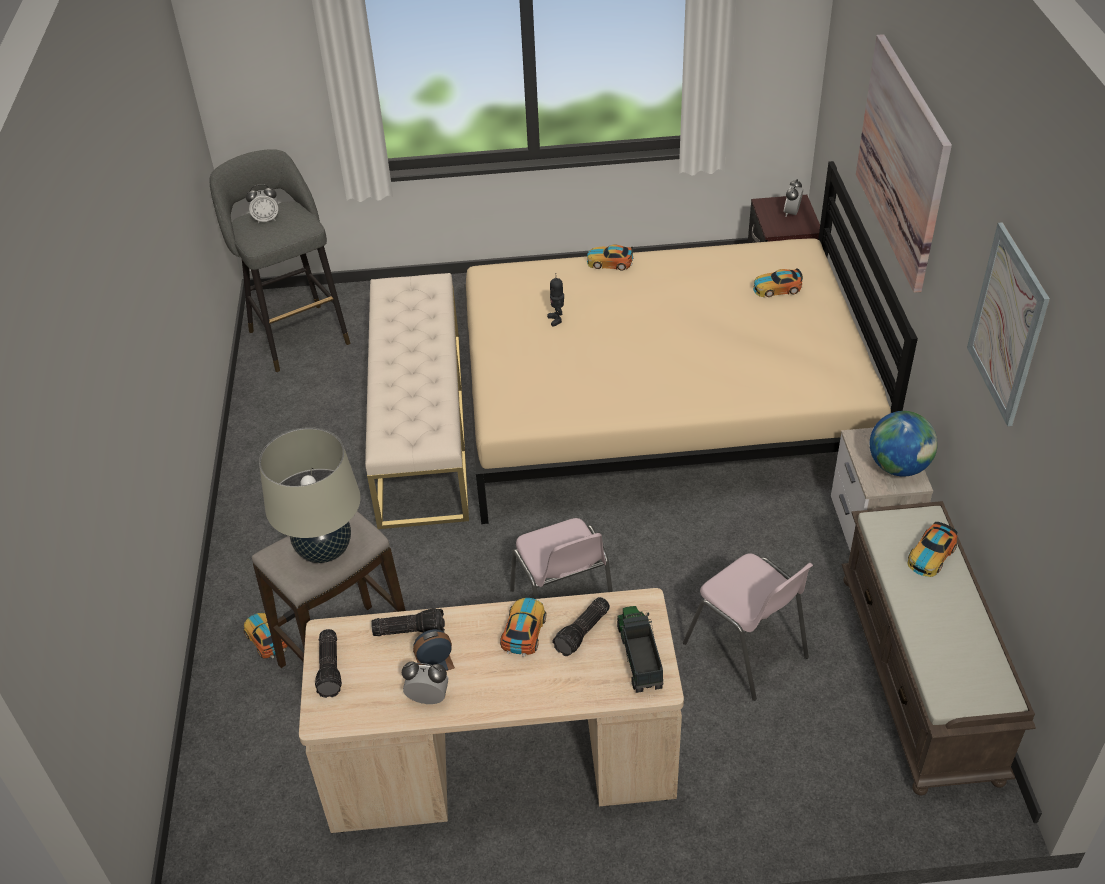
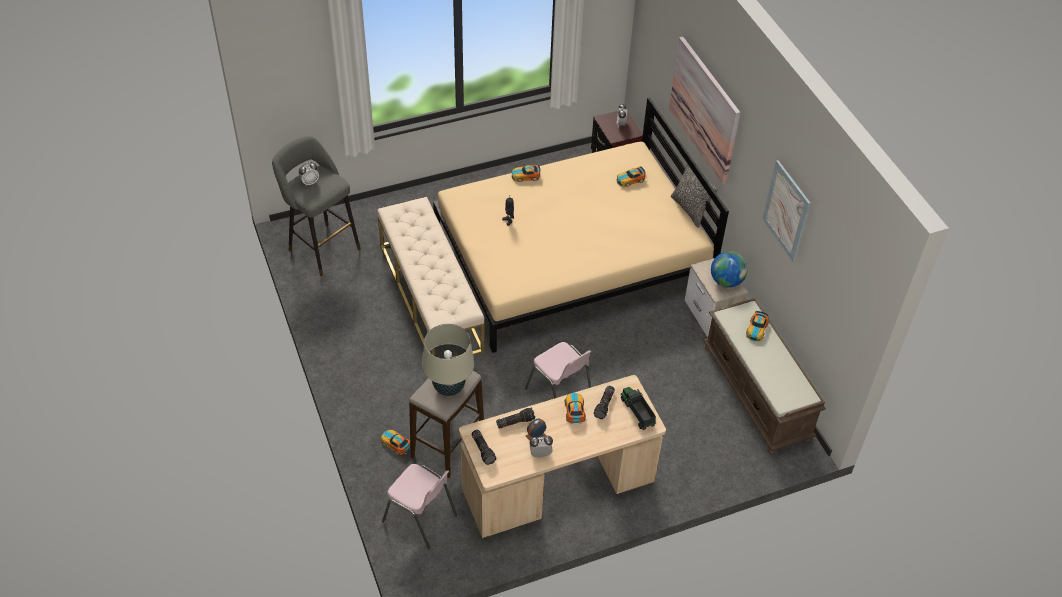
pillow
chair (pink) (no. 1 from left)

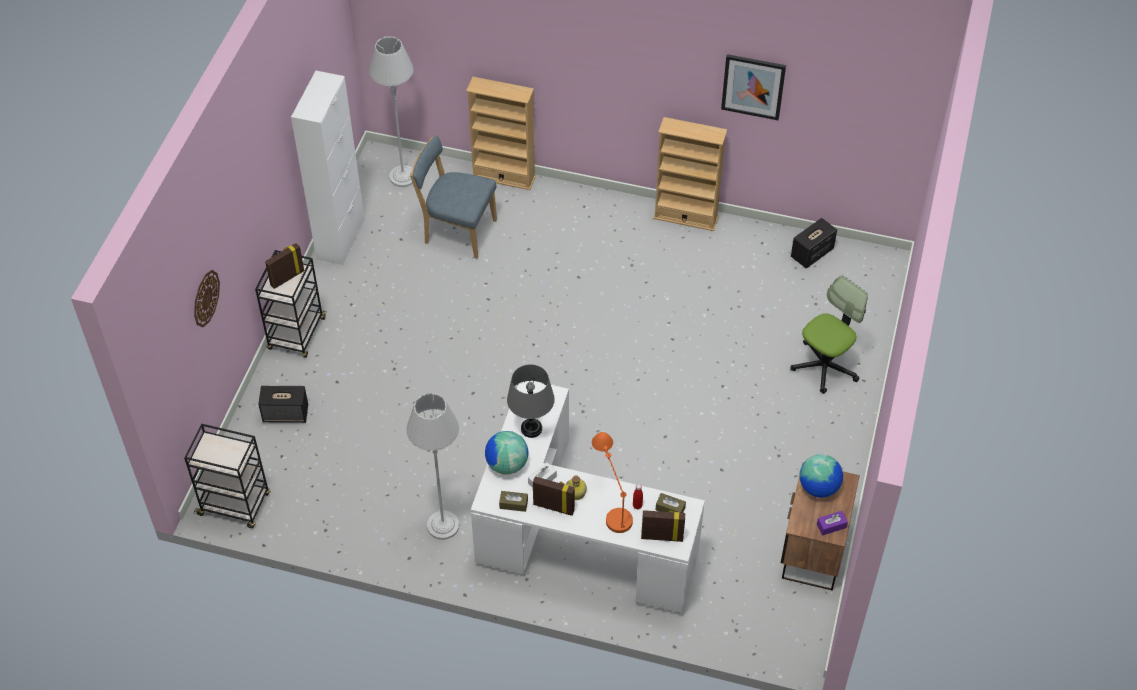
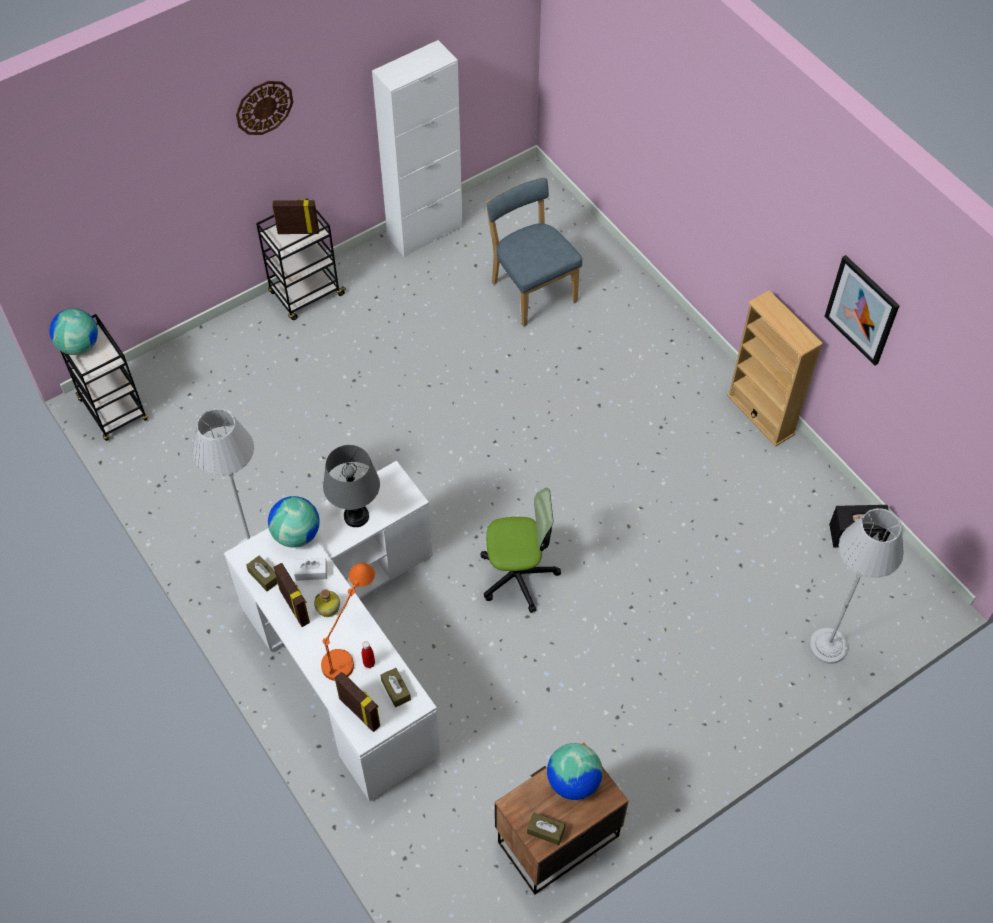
speaker (no. 1 from left in the first image)
bookcase (beige) (no. 1 from left in the first image)
globe (no. 1 from left)
wall clock
floor lamp (grey) (no. 2 from left)
office chair
tissue box (brown) (no. 3 from left)

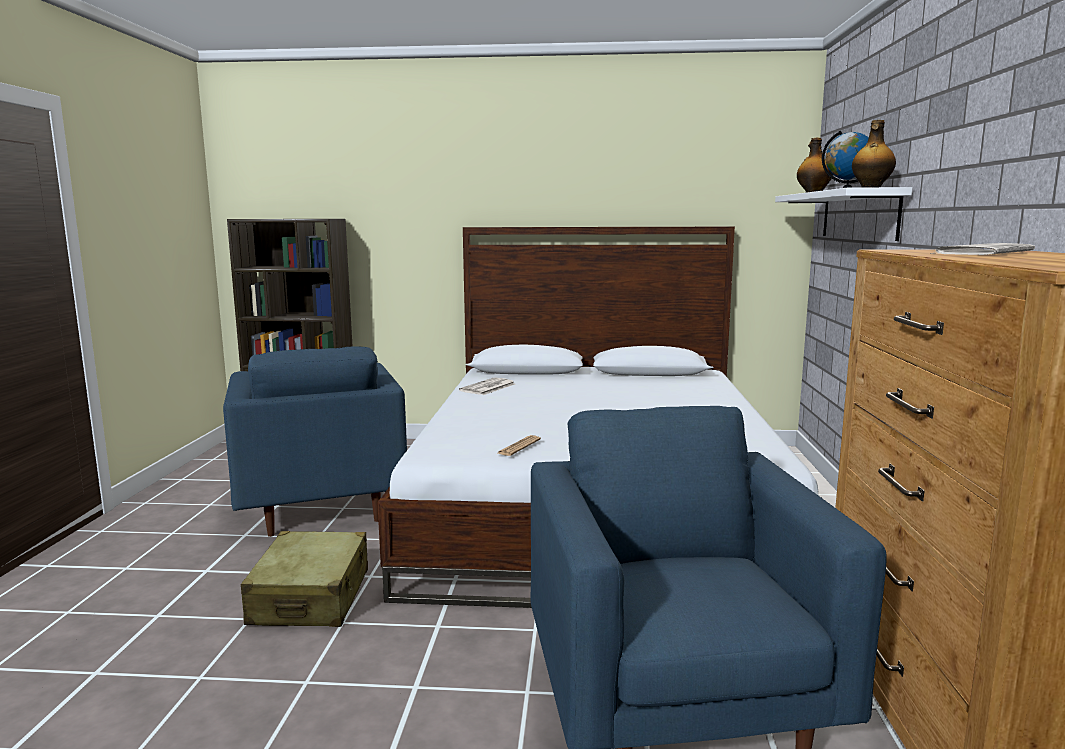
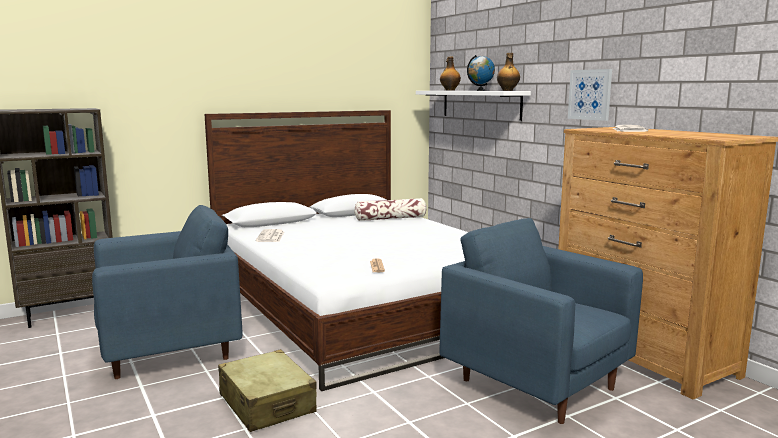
pillow
picture
armchair (blue) (no. 1 from left)

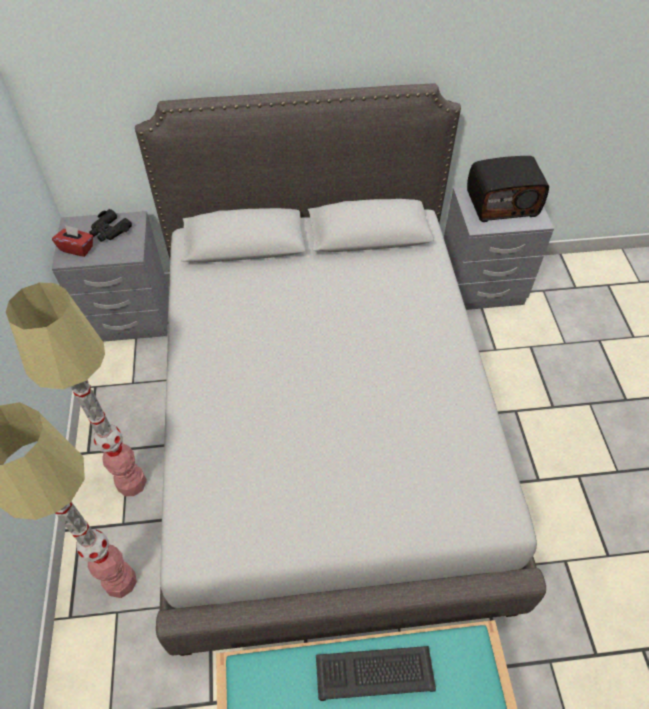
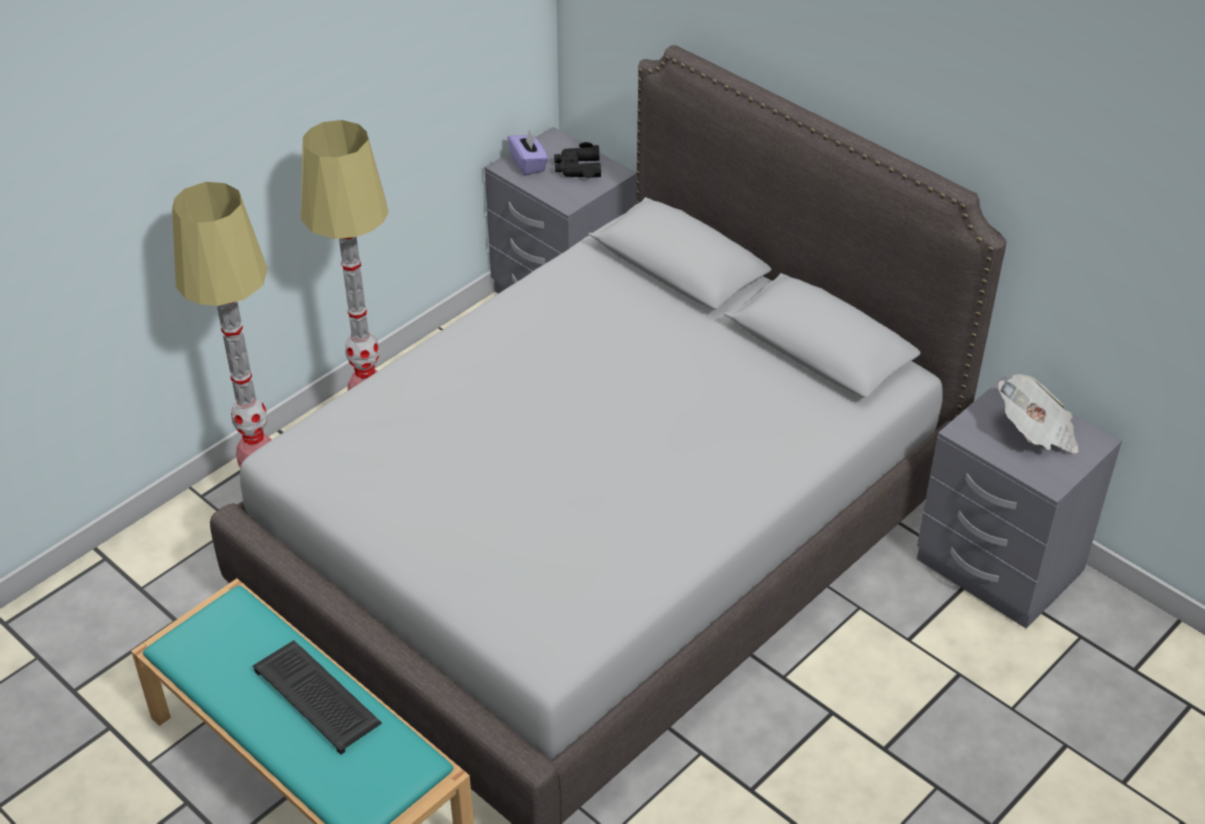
newspaper
tissue box (purple)

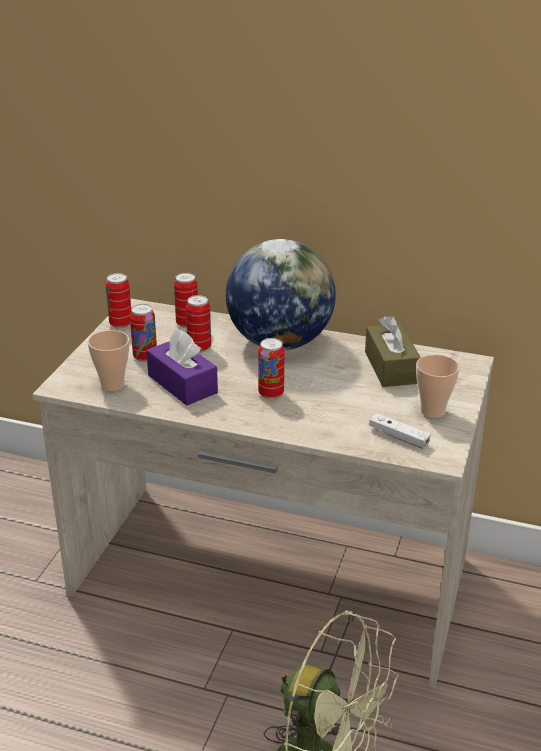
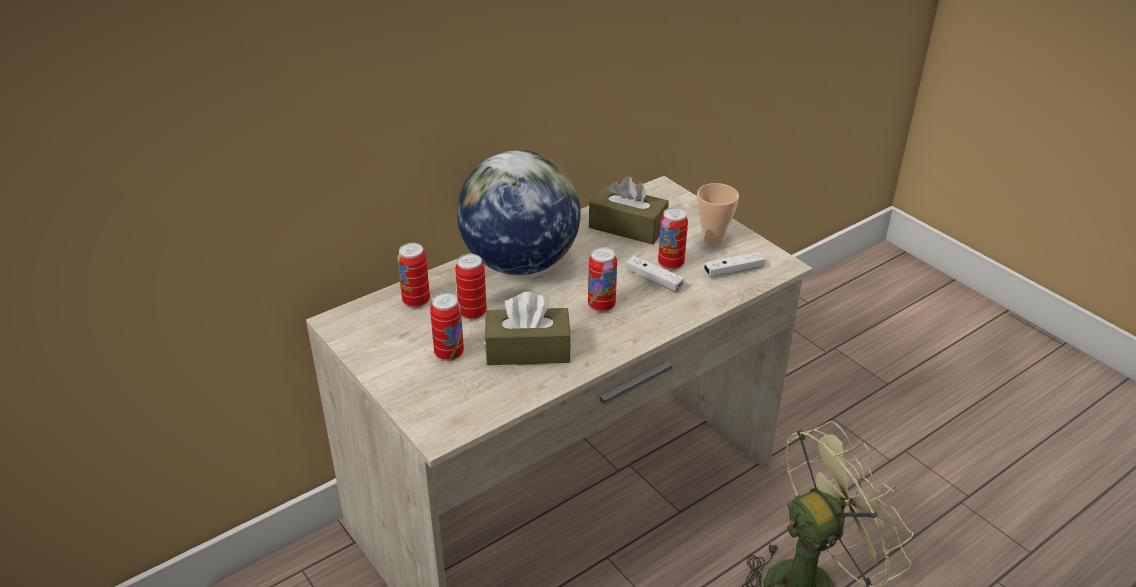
cup (no. 1 from left in the first image)
game controller (white) (no. 1 from left)
can (no. 5 from left)
tissue box (brown) (no. 1 from left)

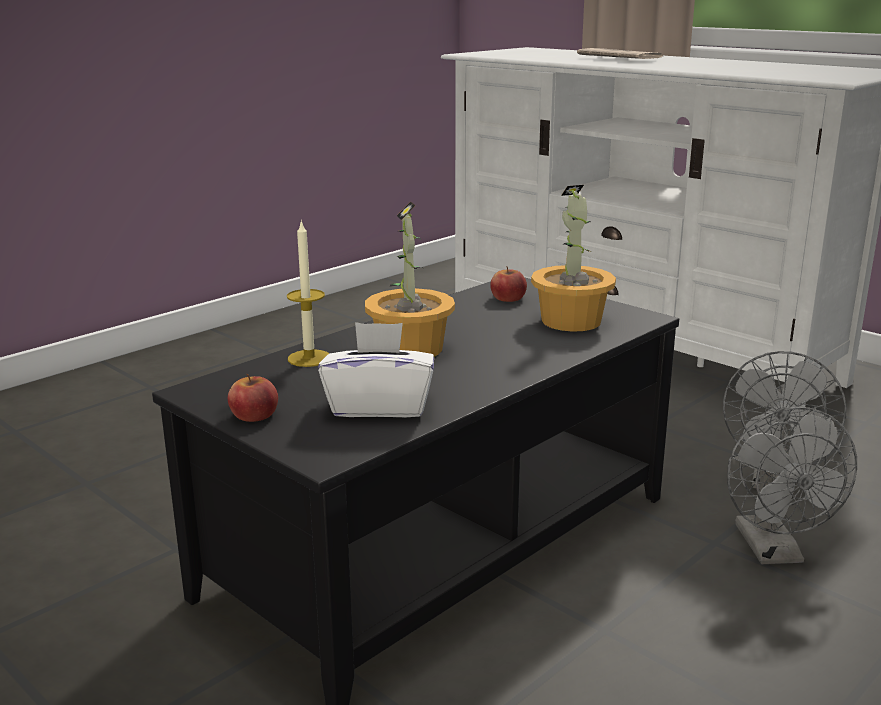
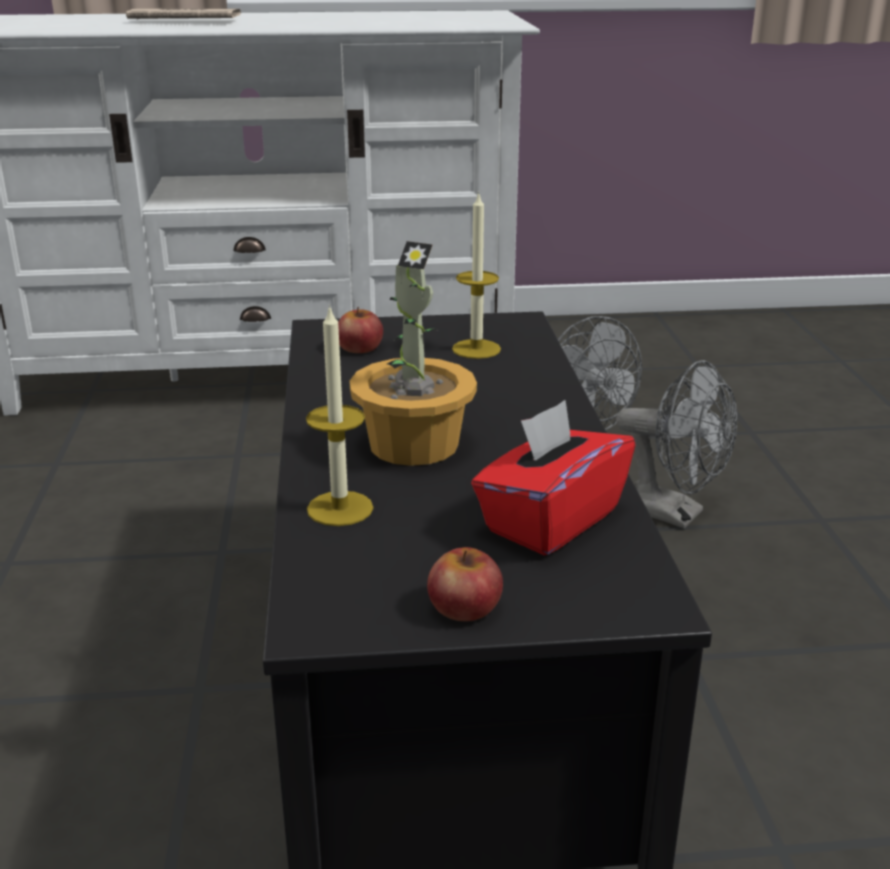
candle (no. 2 from left)
tissue box (red)

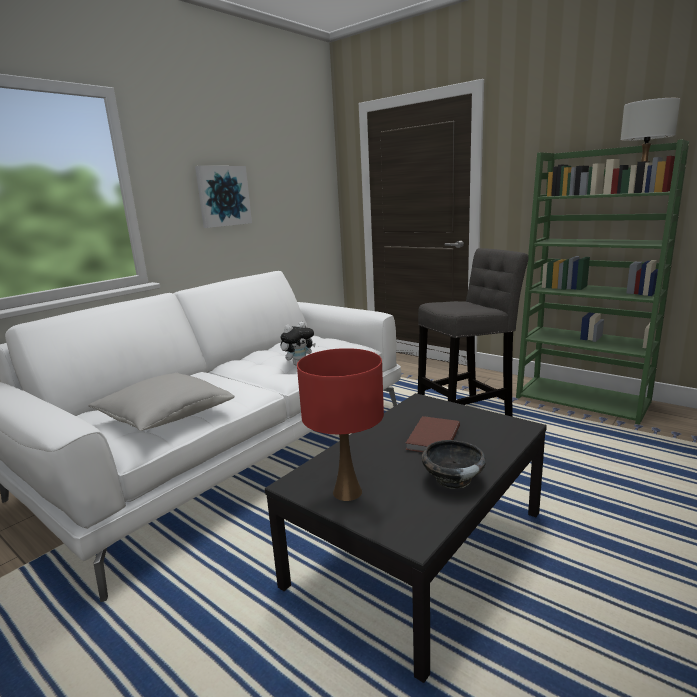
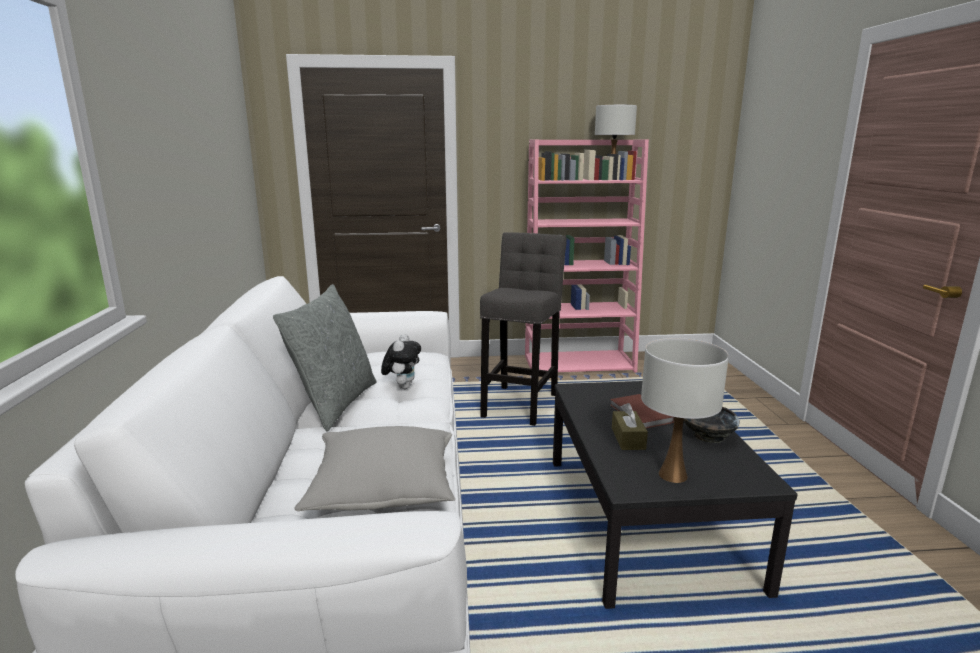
picture
pillow (grey) (no. 1 from left)
tissue box (brown)
table lamp (white) (no. 2 from left)
bookcase (pink)

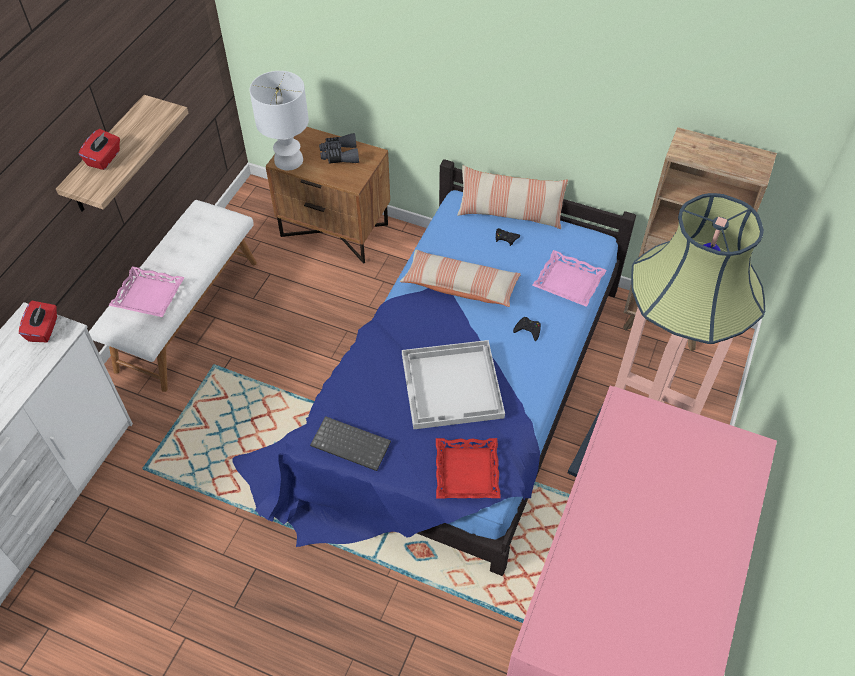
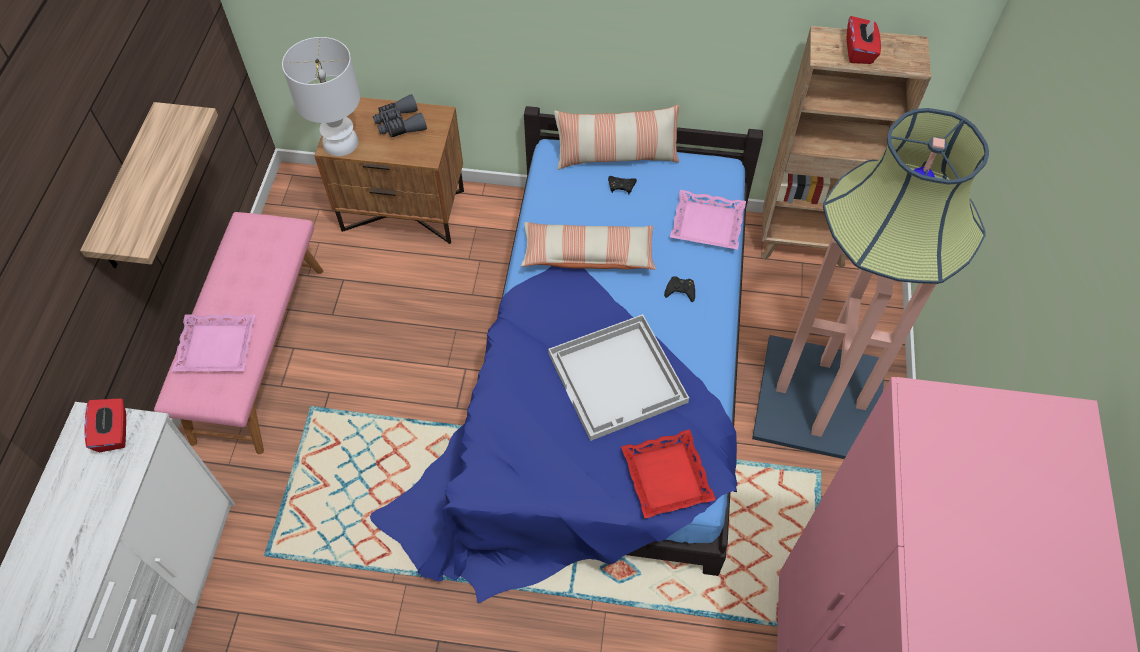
keyboard
tissue box (red) (no. 2 from left)
bench (pink)

